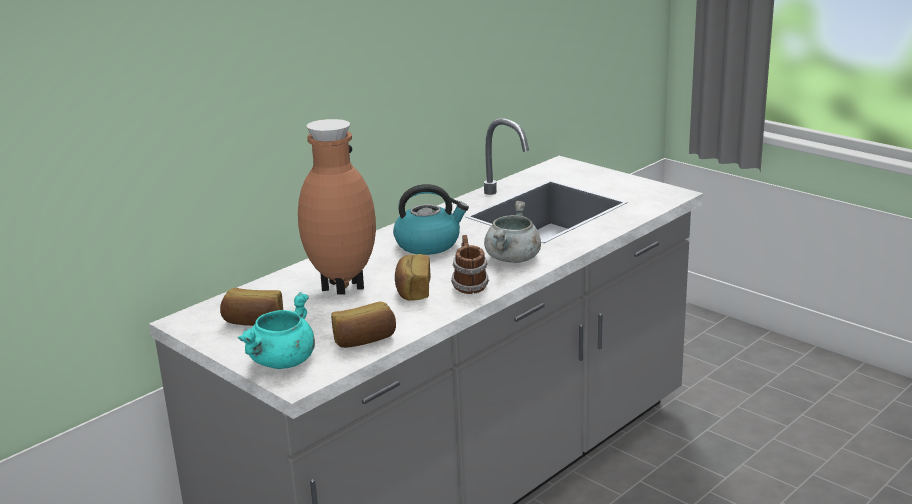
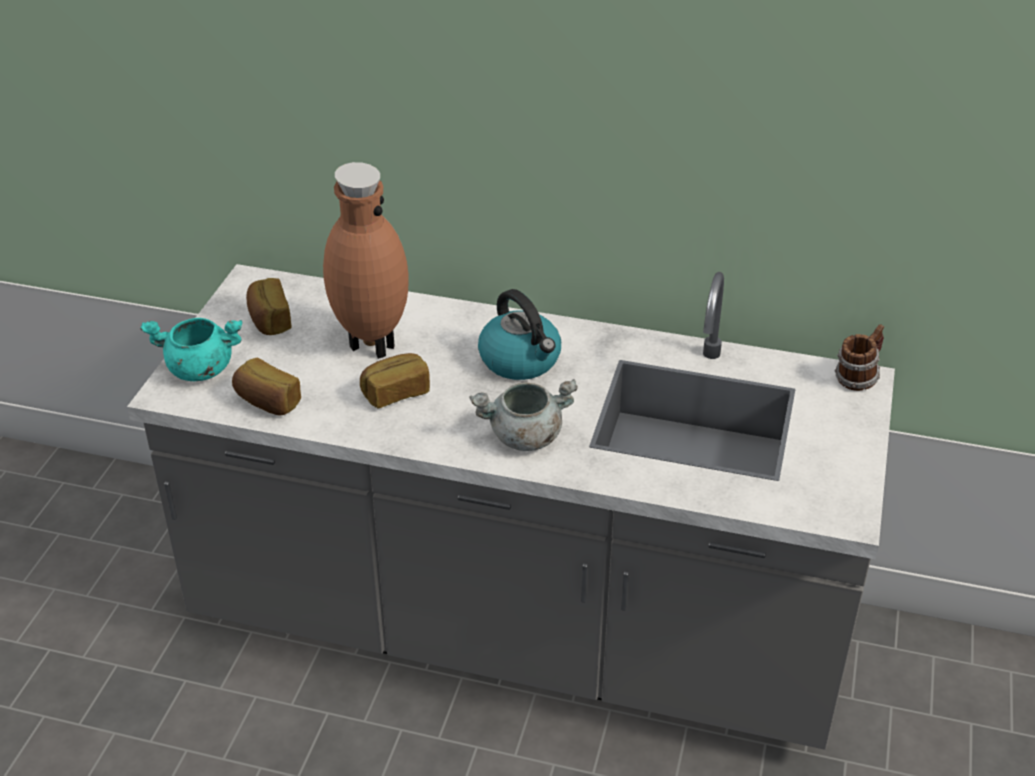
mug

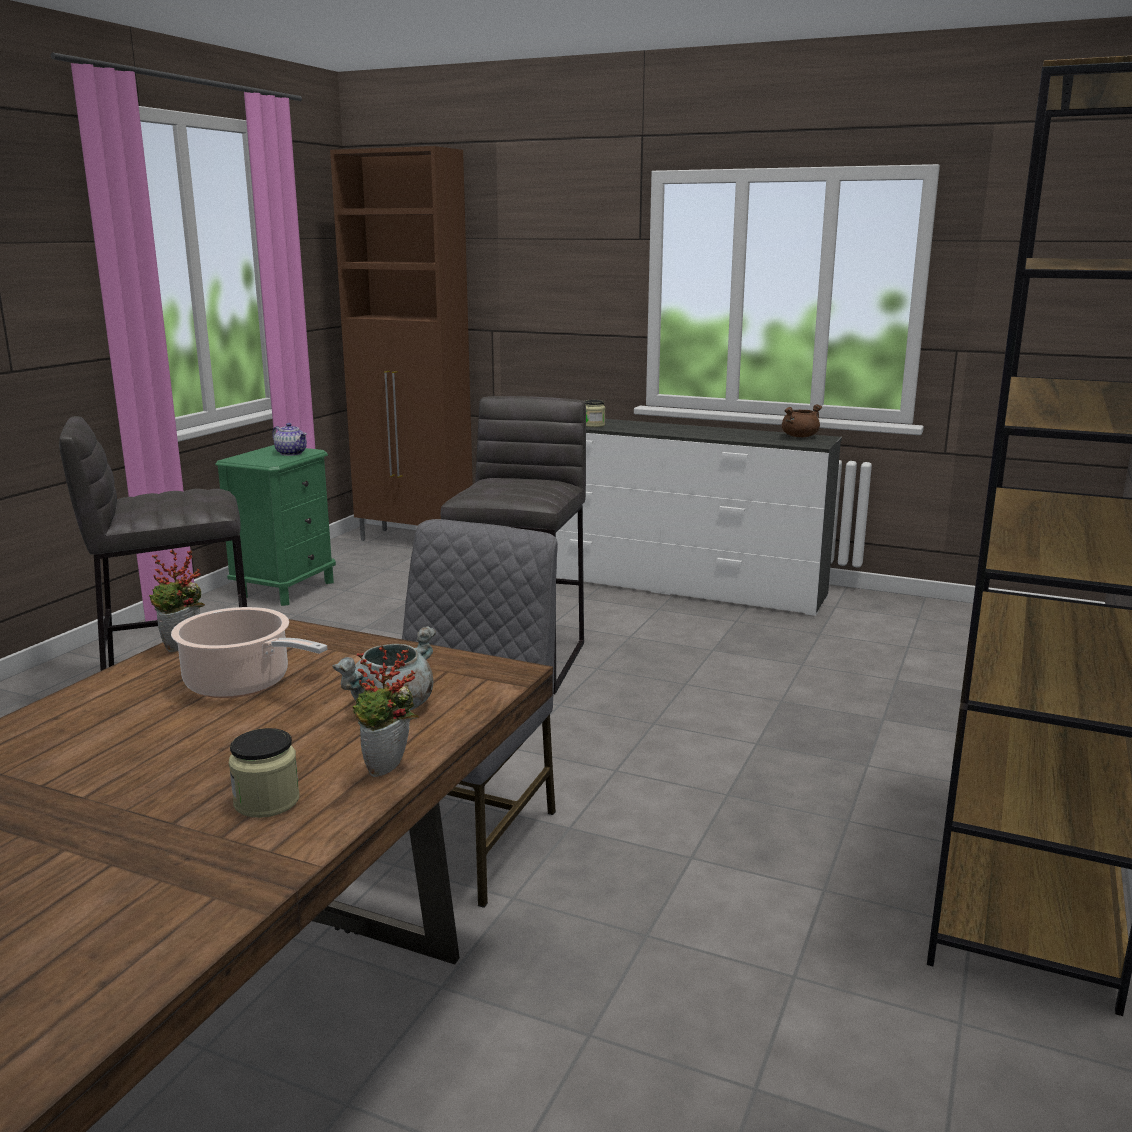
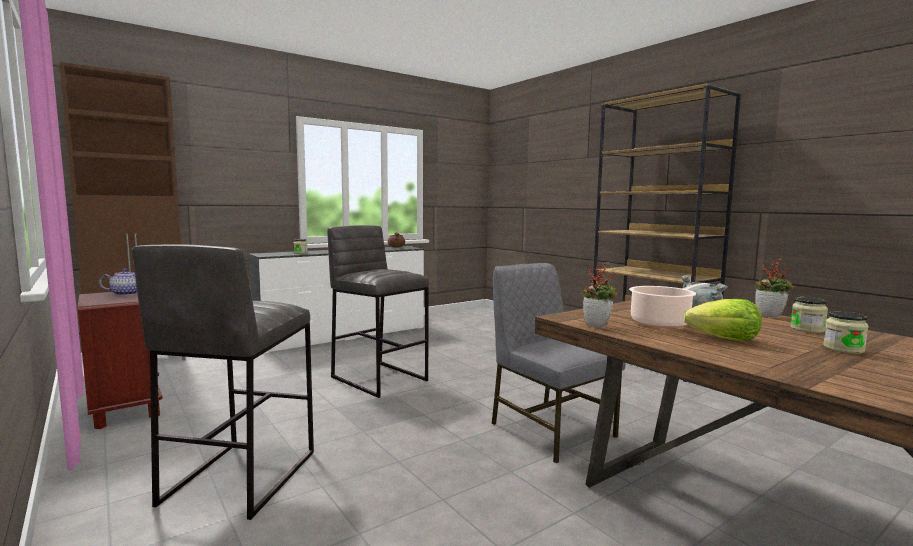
lettuce
jar (no. 3 from left)
nightstand (brown)

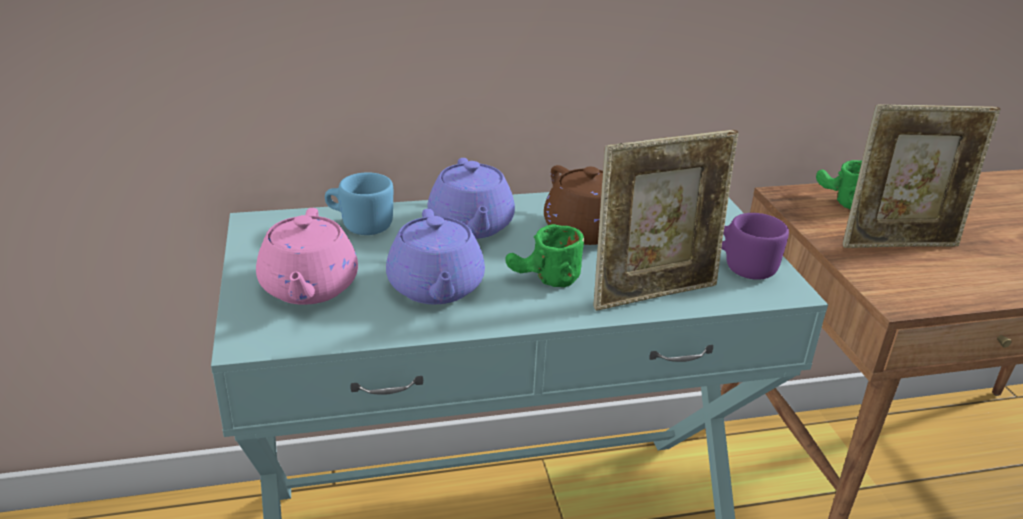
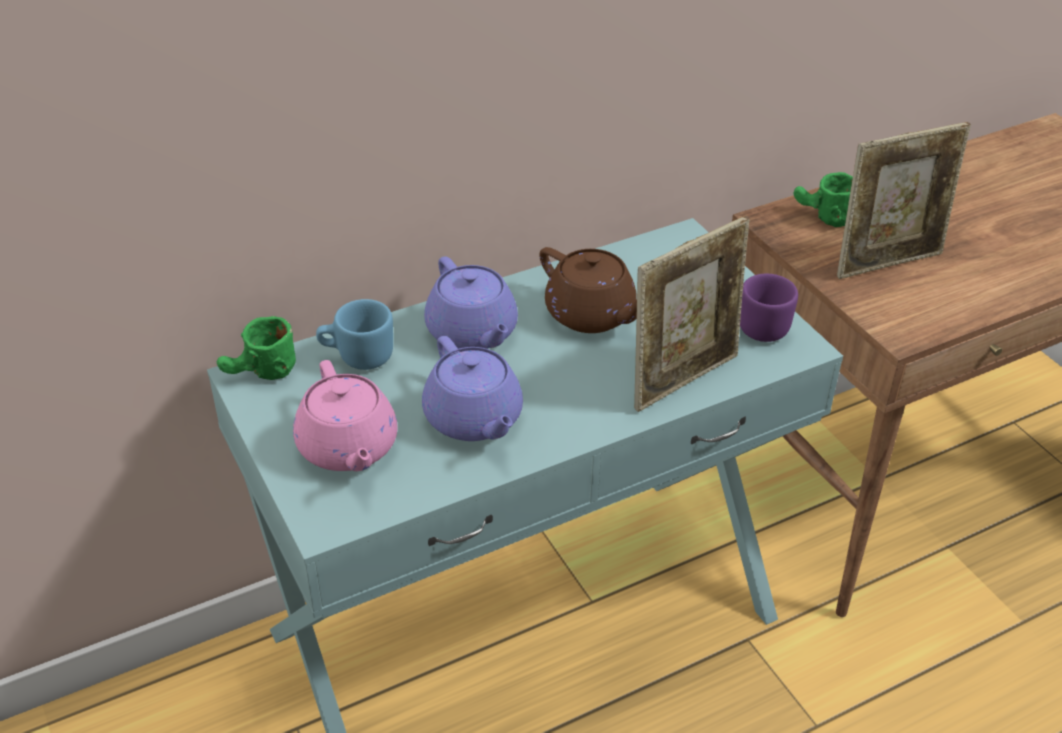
mug (green) (no. 1 from left)

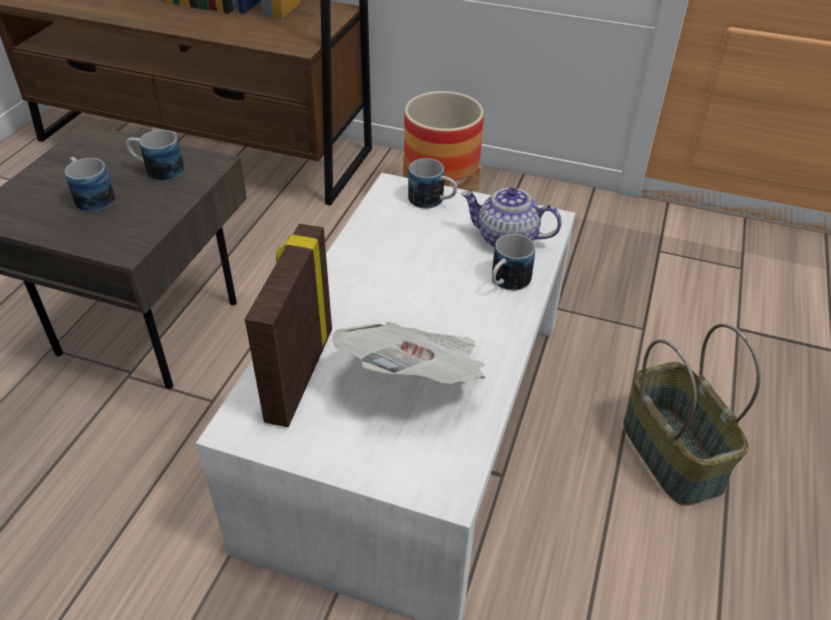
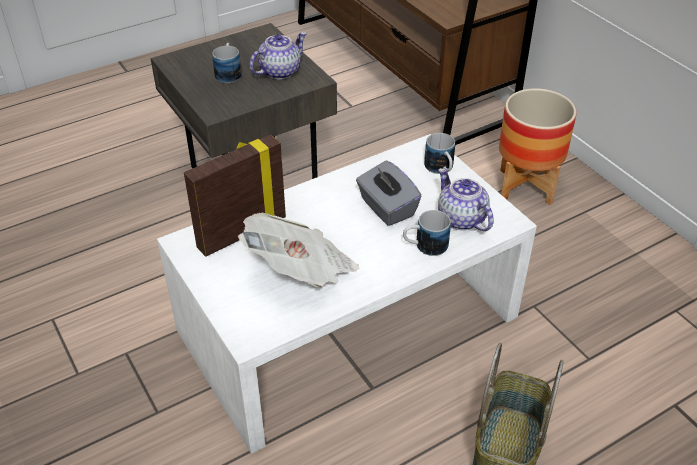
tissue box (grey)
teapot (no. 1 from left)

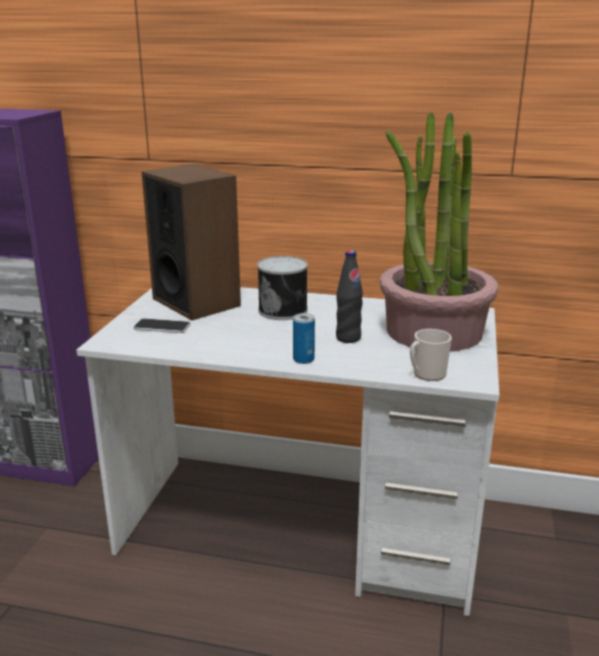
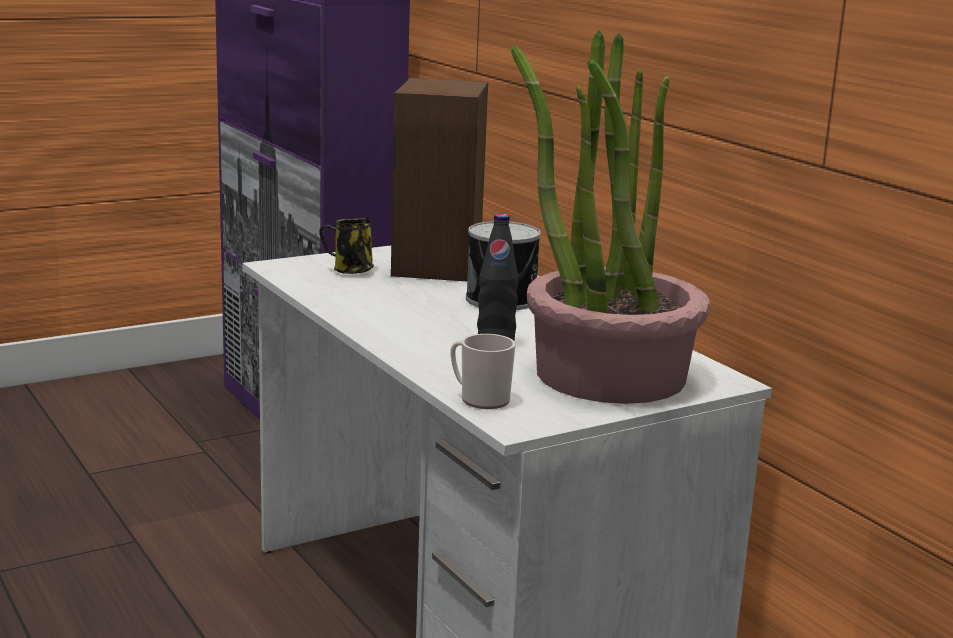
can (no. 2 from left in the first image)
mug (no. 1 from left)

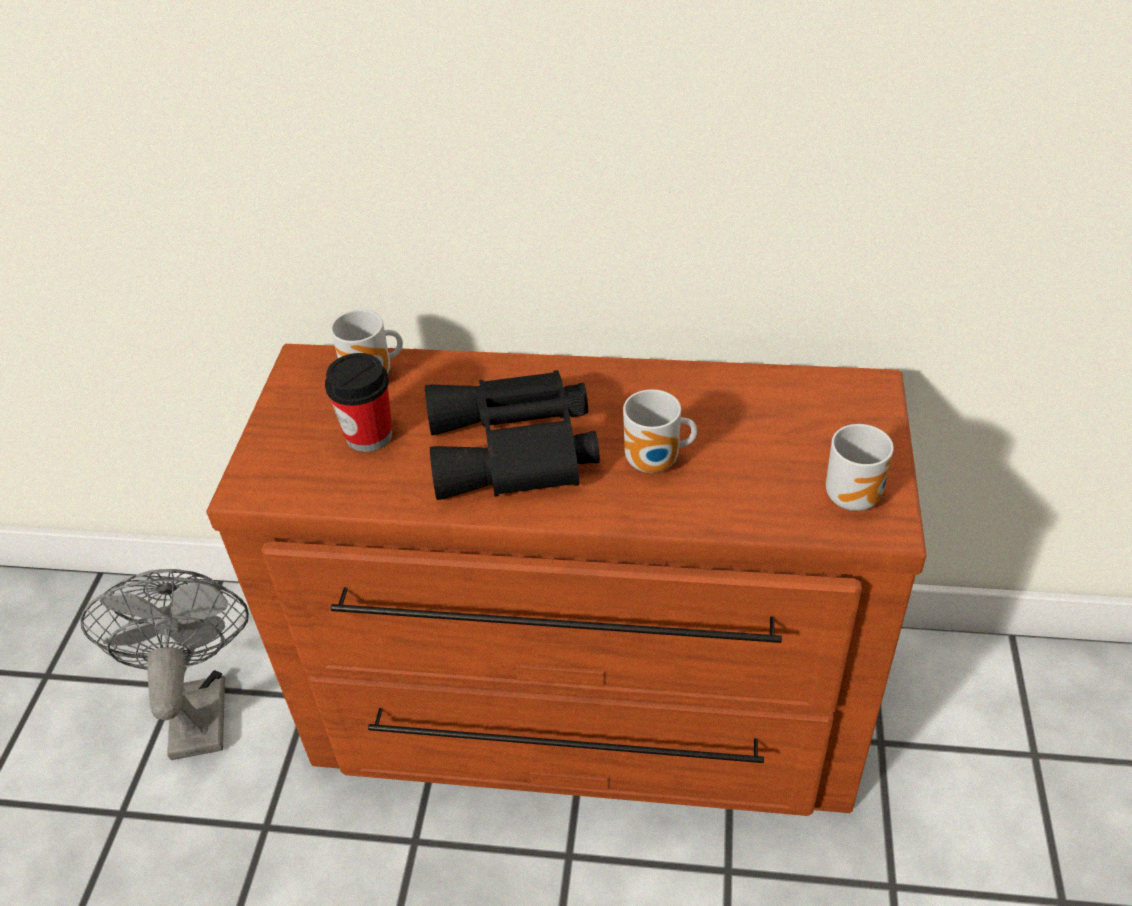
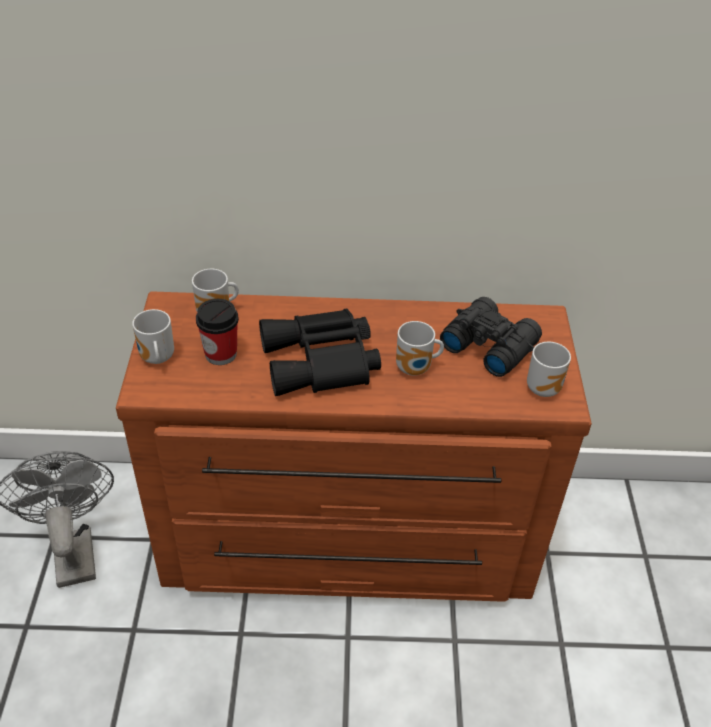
mug (no. 1 from left)
binoculars (black) (no. 2 from left)

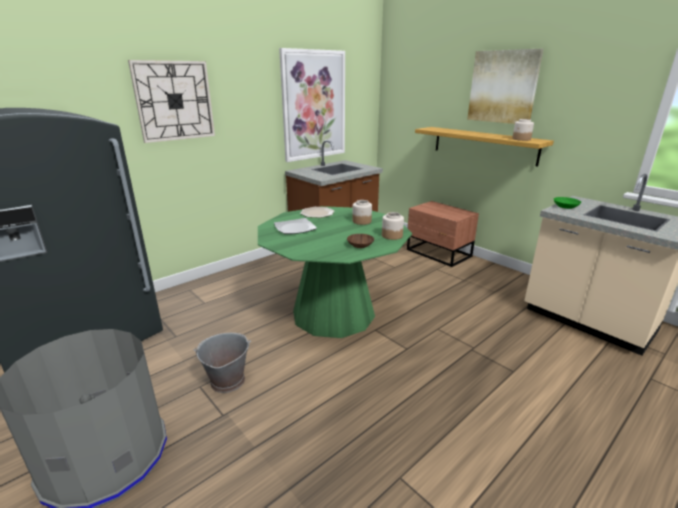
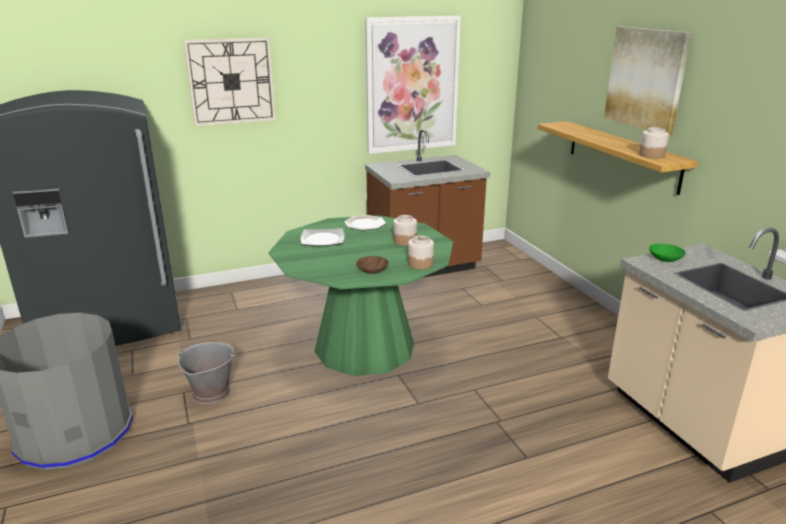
nightstand (brown)

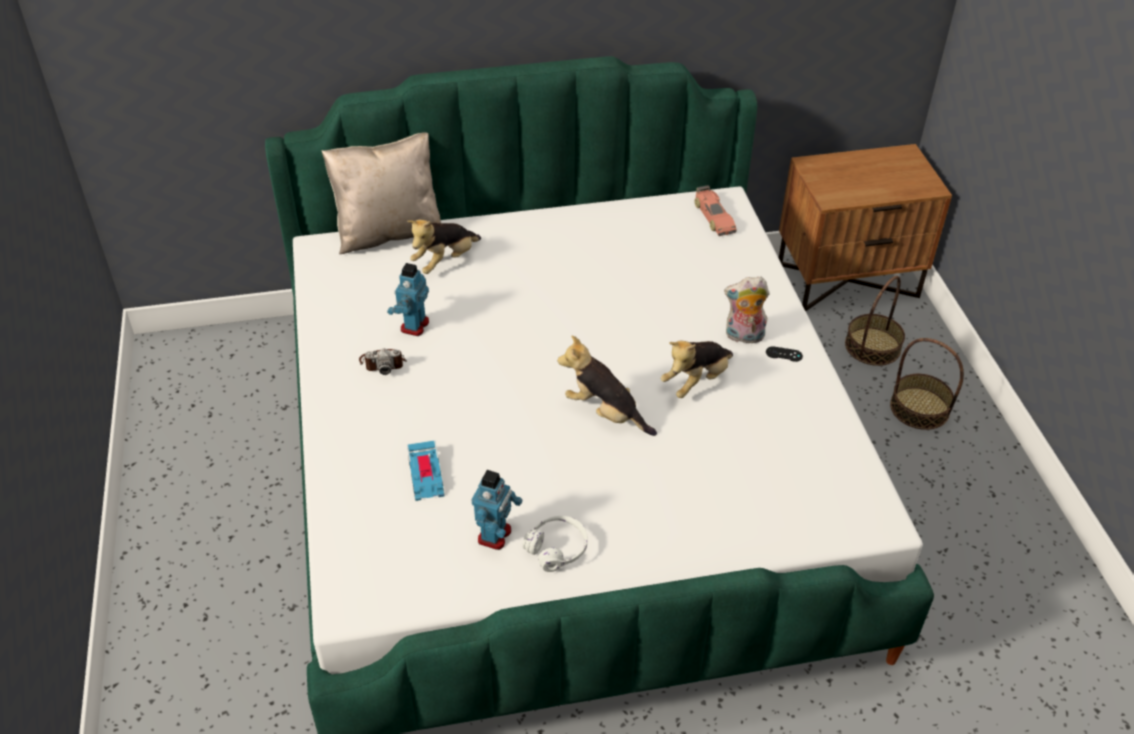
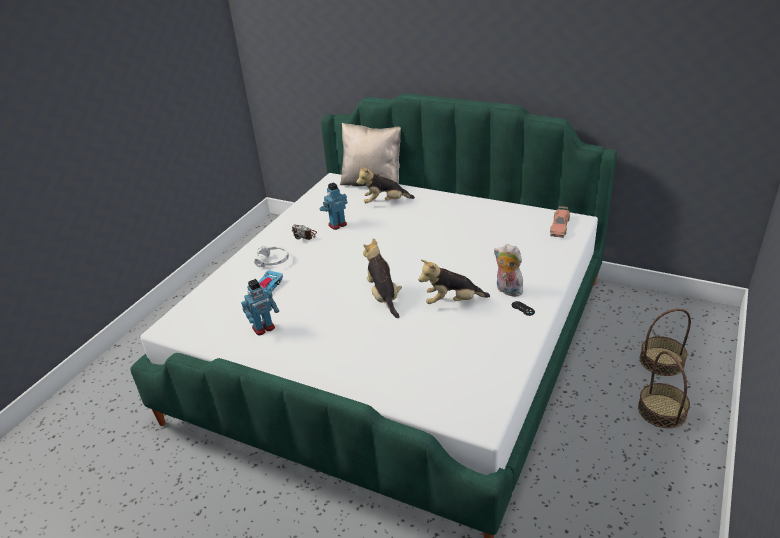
nightstand (brown)
headphones (white)

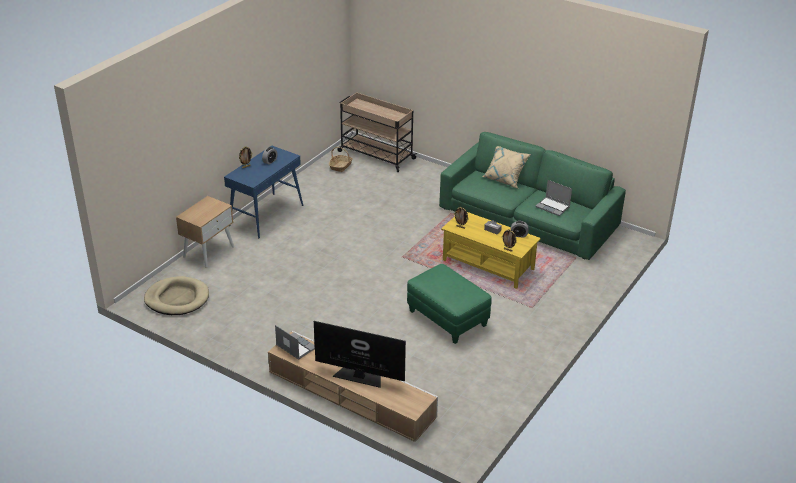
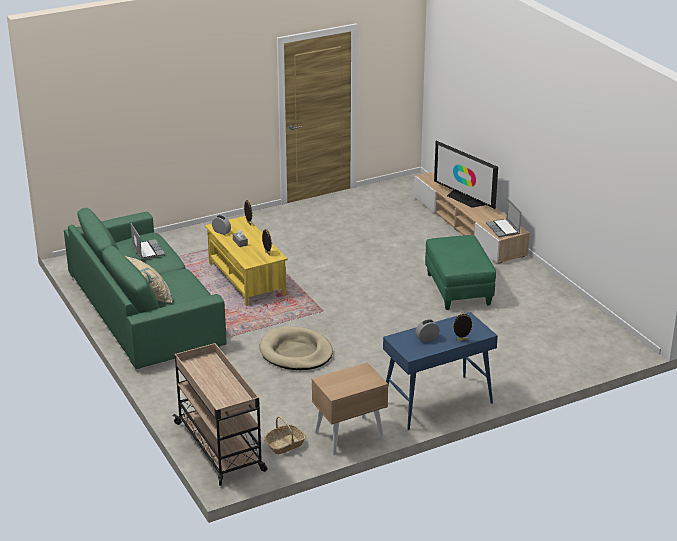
dog bed (beige)
nightstand (beige)
ottoman (green)

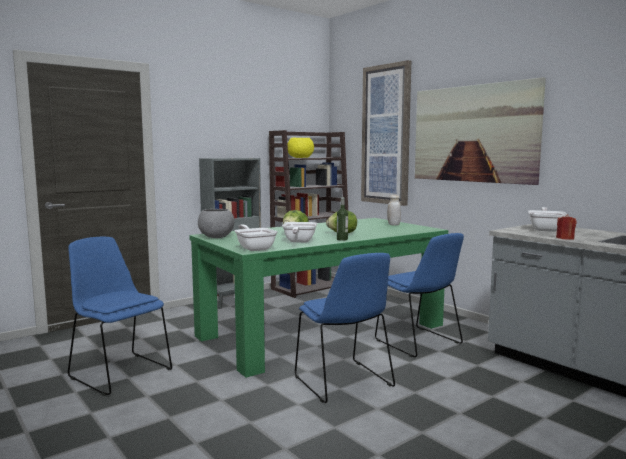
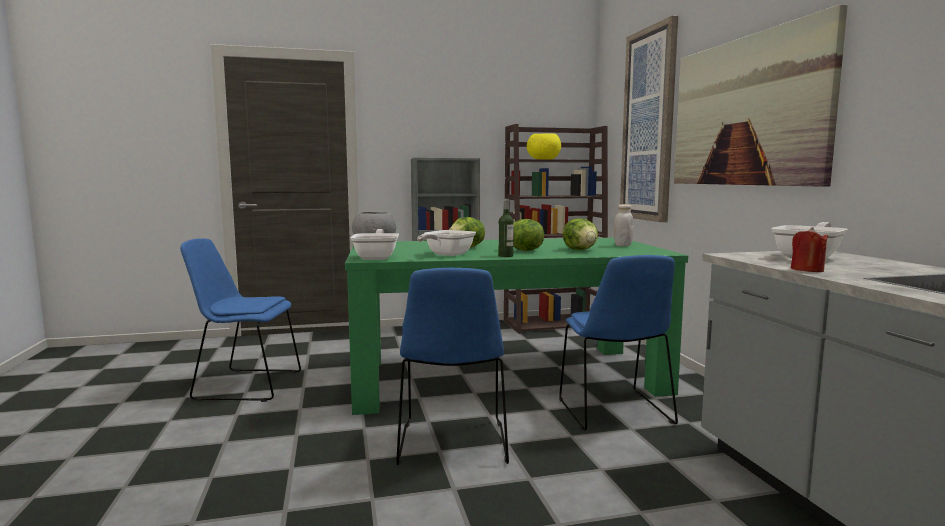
lettuce (no. 3 from left)
chair (blue) (no. 1 from left)

